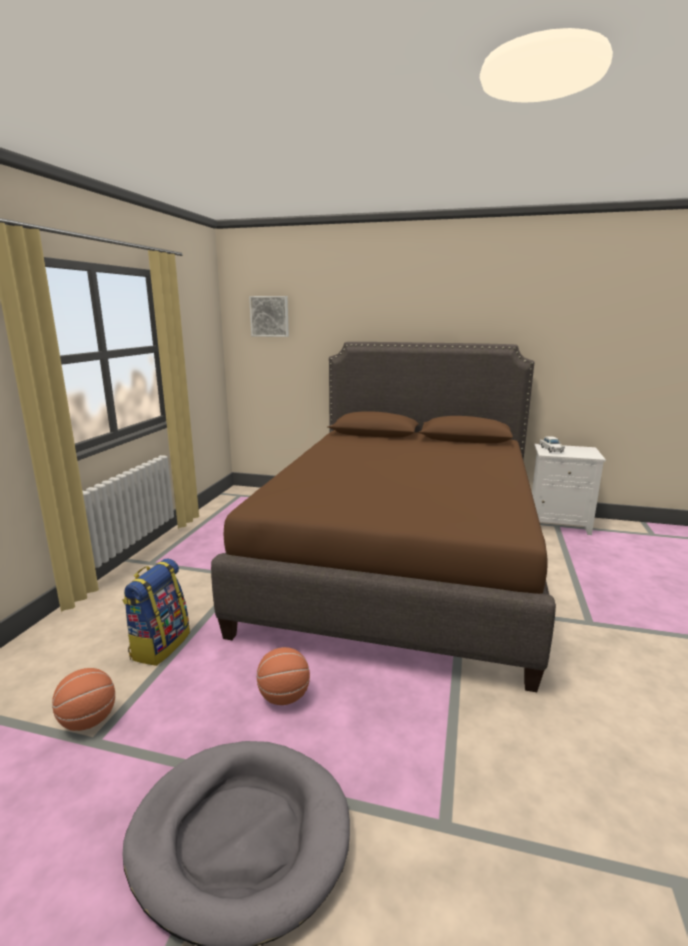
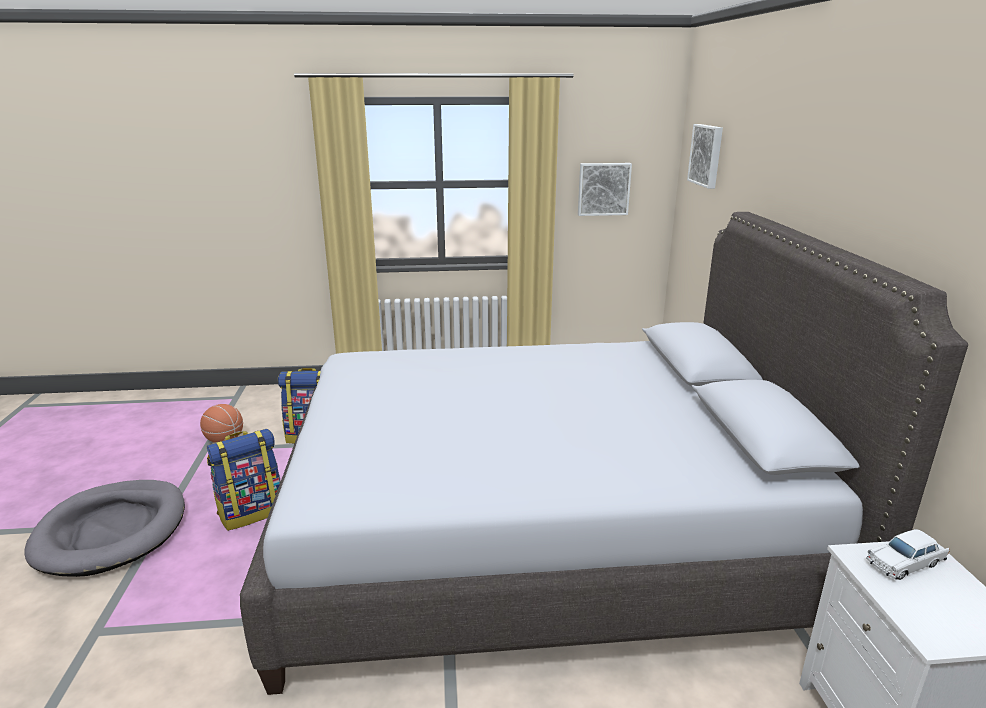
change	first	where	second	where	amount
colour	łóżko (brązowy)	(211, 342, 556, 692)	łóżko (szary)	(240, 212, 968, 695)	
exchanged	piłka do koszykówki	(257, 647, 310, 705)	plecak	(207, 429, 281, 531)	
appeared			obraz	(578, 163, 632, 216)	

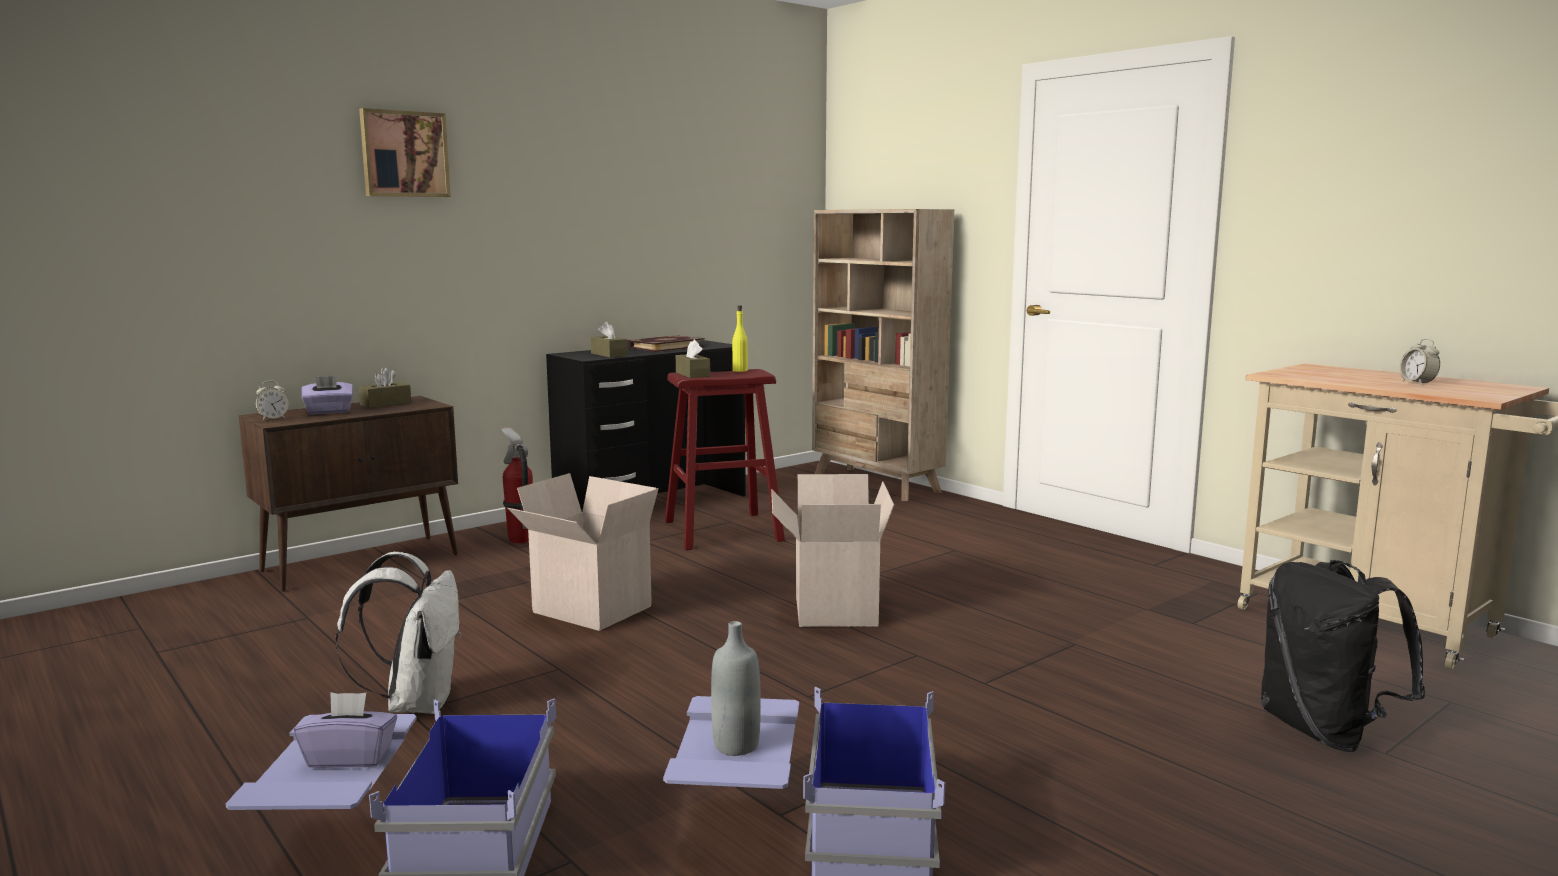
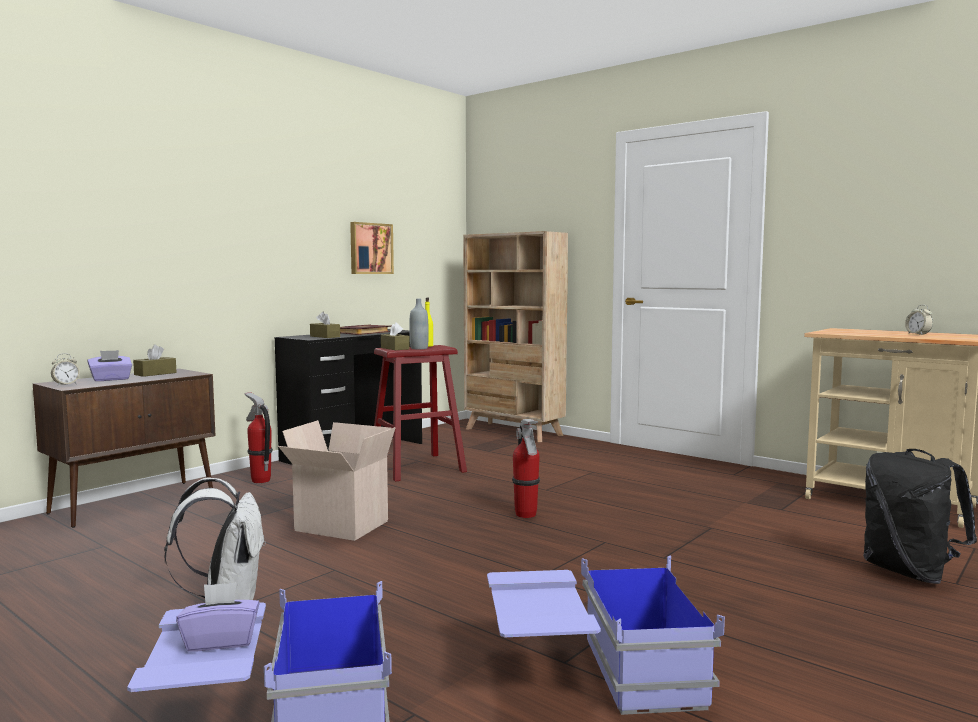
change	first	where	second	where	amount
relocated	obraz	(359, 108, 451, 197)		(350, 222, 394, 274)	
relocated	butelka (szary)	(711, 621, 761, 756)		(409, 299, 429, 349)	
exchanged	karton	(771, 474, 894, 627)	gaśnica	(512, 419, 540, 518)	

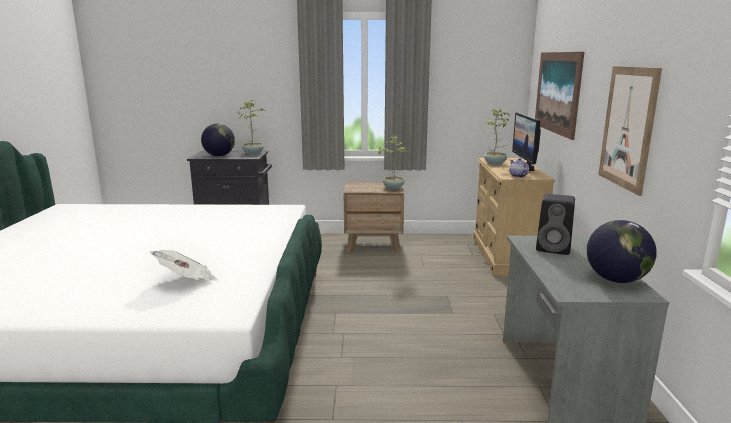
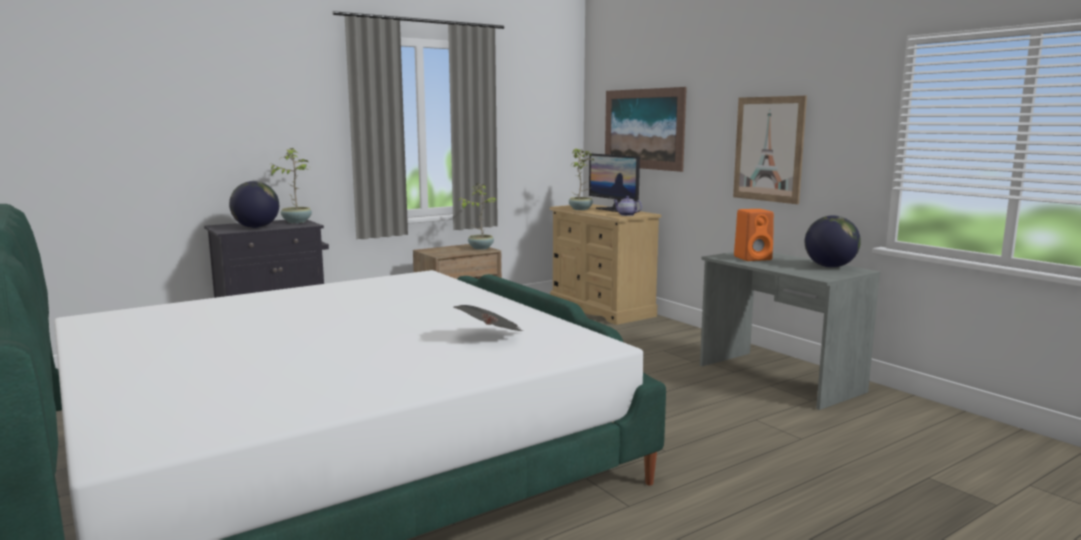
change	first	where	second	where	amount
colour	głośnik (czarny)	(536, 194, 575, 255)	głośnik (pomarańczowy)	(734, 209, 774, 261)	

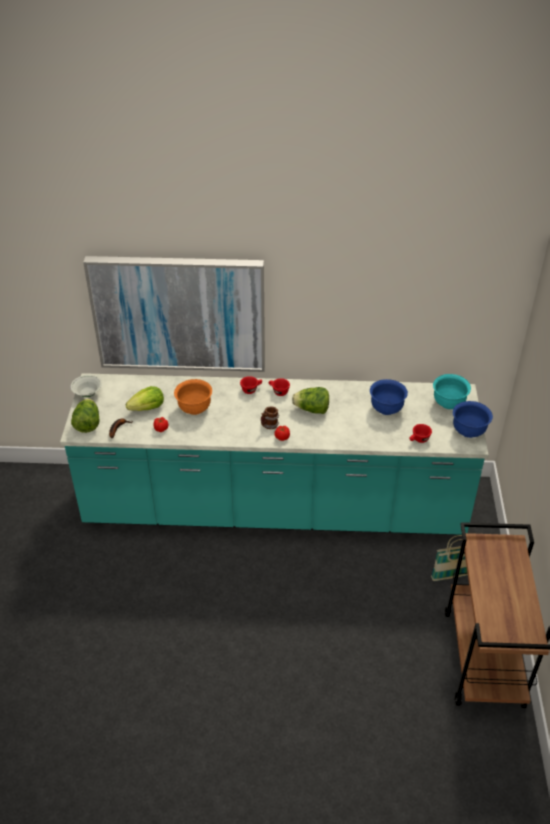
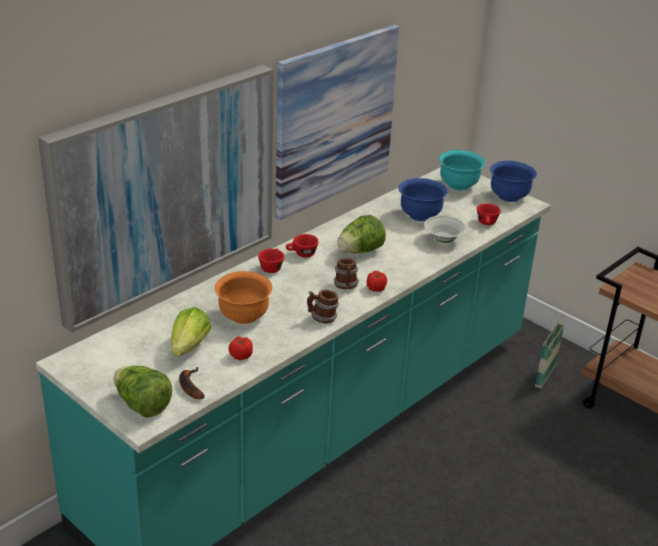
change	first	where	second	where	amount
relocated	miska (biały)	(71, 375, 102, 397)		(424, 215, 467, 243)	
appeared			obraz	(276, 24, 399, 220)	
appeared			kubek	(307, 290, 339, 324)	

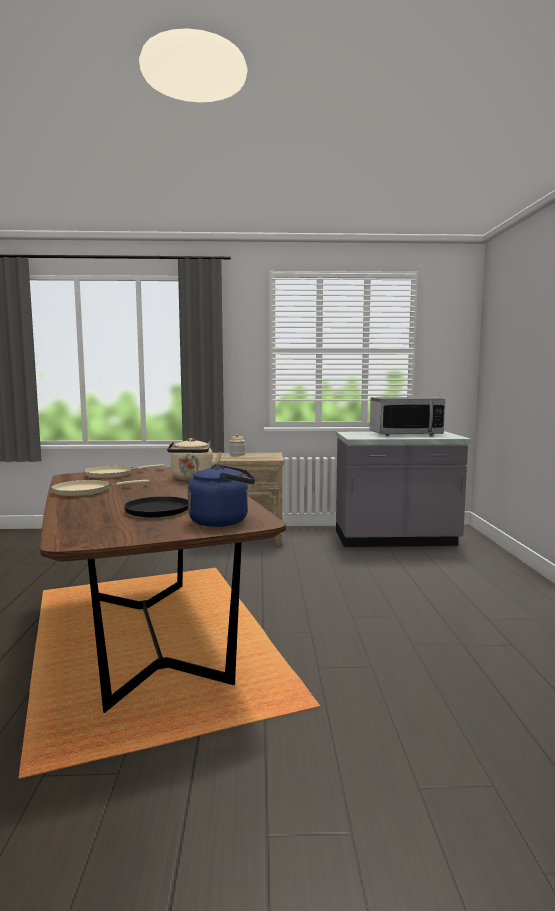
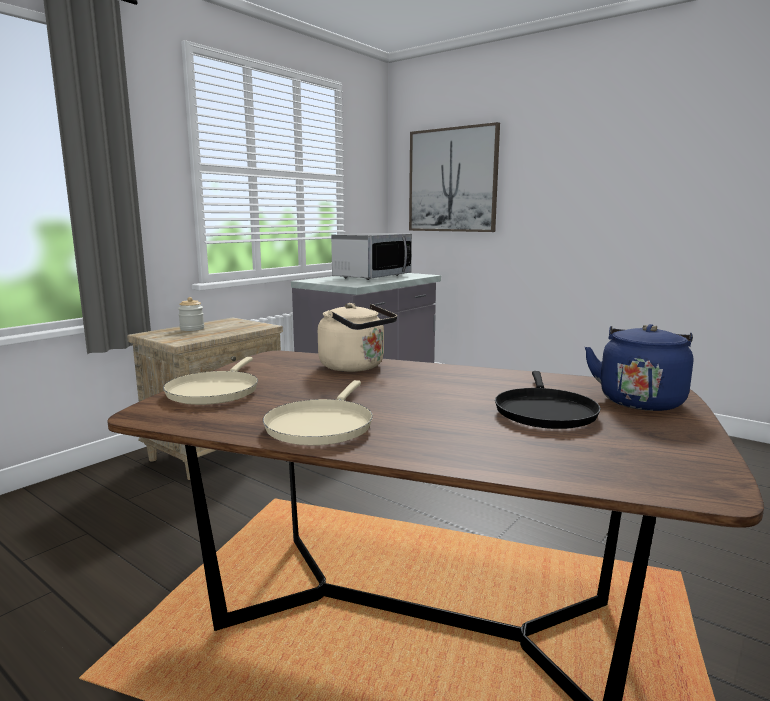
change	first	where	second	where	amount
appeared			obraz	(409, 122, 500, 232)	

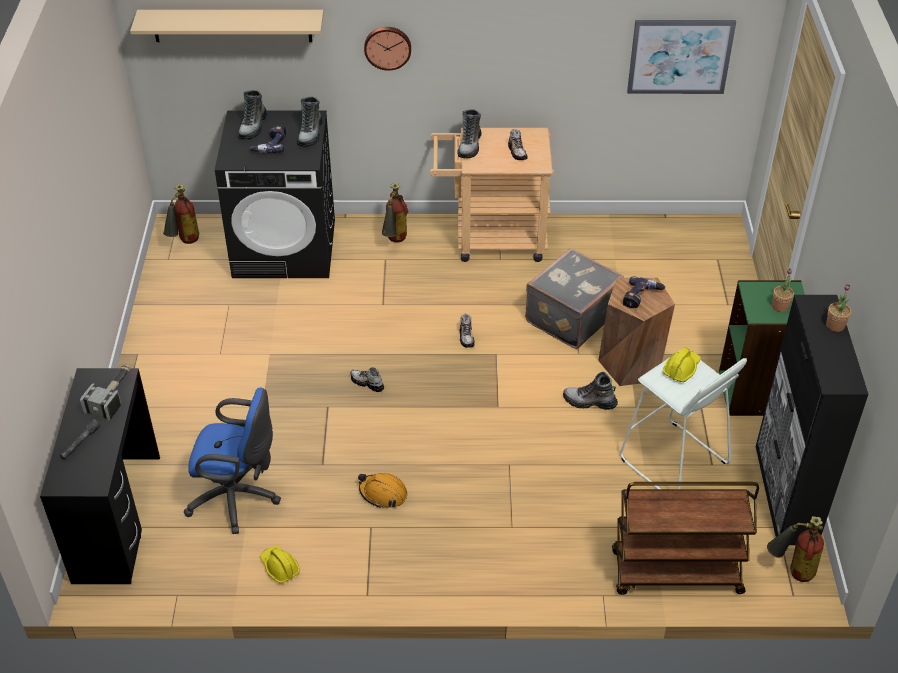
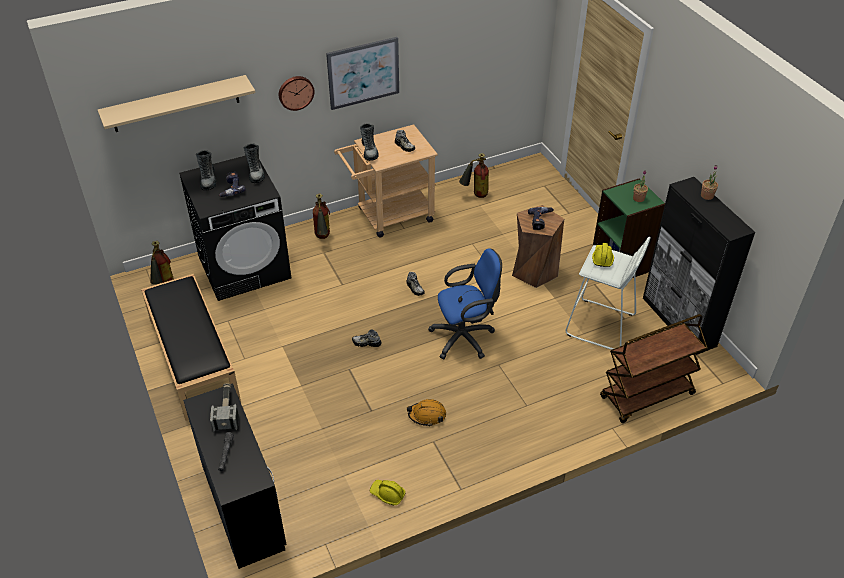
change	first	where	second	where	amount
relocated	krzesło biurowe (niebieski)	(184, 388, 281, 534)		(428, 248, 502, 360)	
missing	walizka (szary)	(525, 248, 624, 349)			
missing	but z cholewką	(563, 372, 618, 410)			
relocated	obraz	(627, 20, 736, 94)		(326, 37, 399, 110)	
relocated	gaśnica	(767, 516, 824, 582)		(459, 153, 489, 198)	
appeared			ławka (czarny)	(141, 274, 241, 421)	

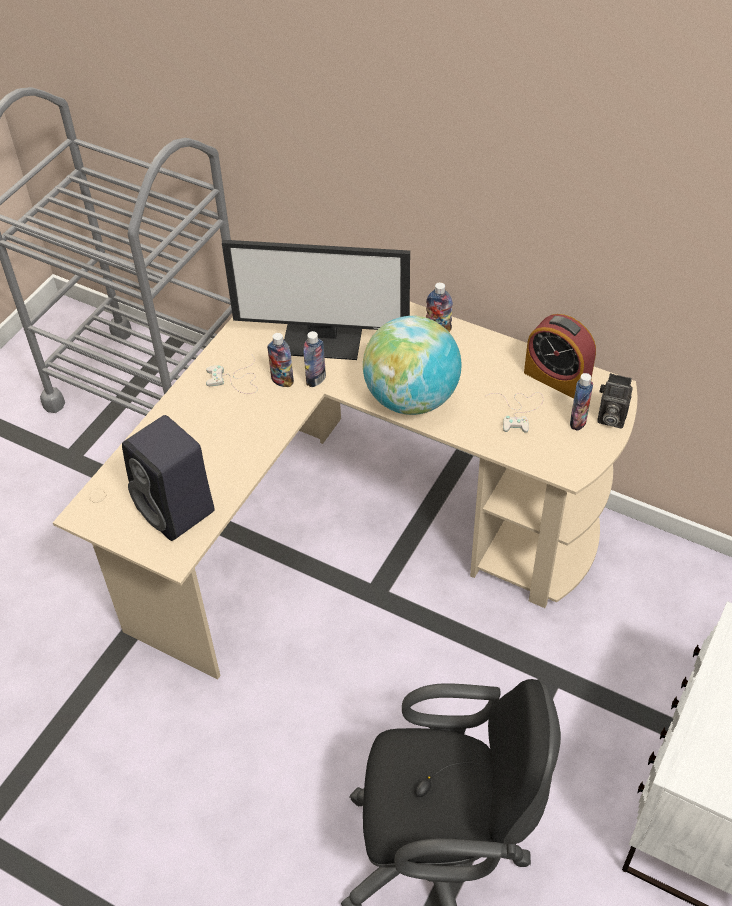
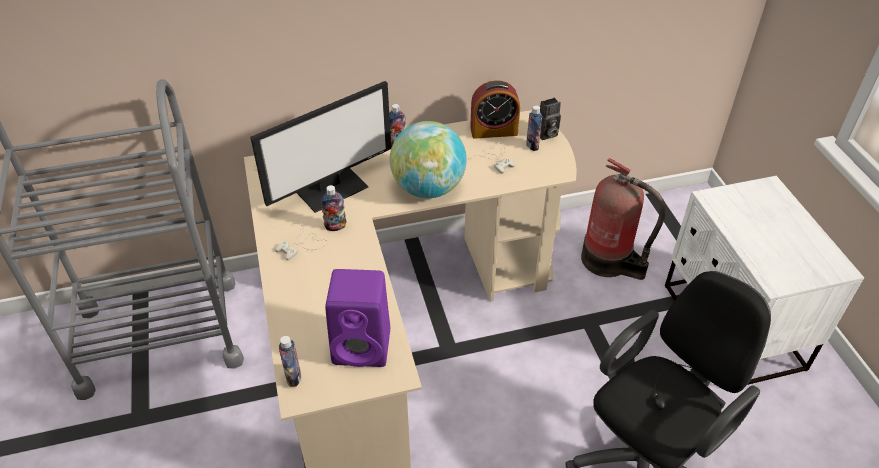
change	first	where	second	where	amount
colour	głośnik (czarny)	(122, 415, 214, 541)	głośnik (fioletowy)	(325, 269, 390, 367)	
relocated	butelka	(303, 331, 326, 387)		(279, 336, 301, 387)	
appeared			gaśnica	(581, 158, 666, 280)	

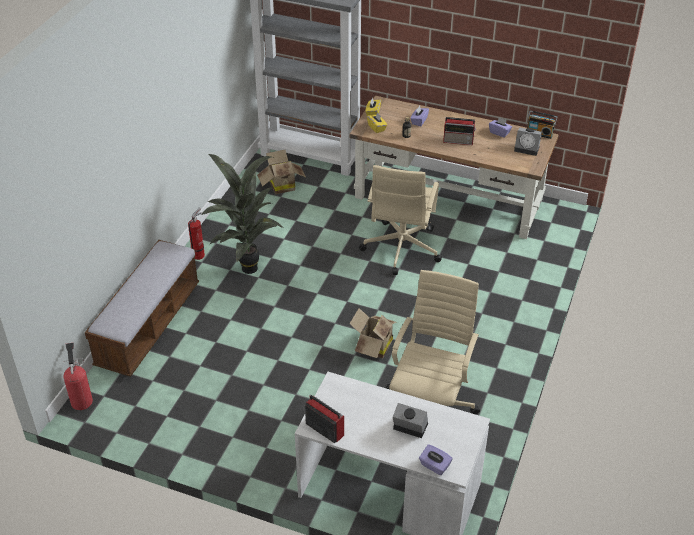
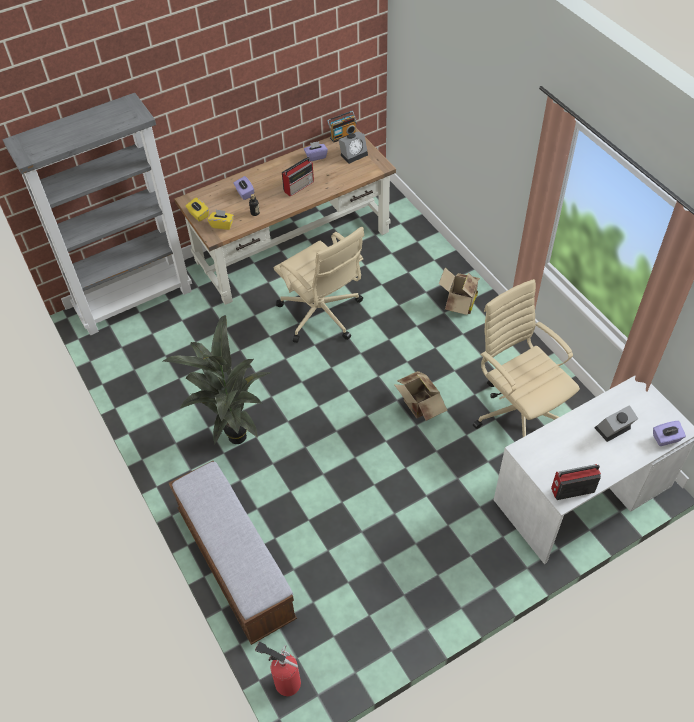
change	first	where	second	where	amount
missing	gaśnica	(188, 207, 205, 260)			
relocated	karton	(257, 150, 306, 194)		(439, 268, 480, 315)	

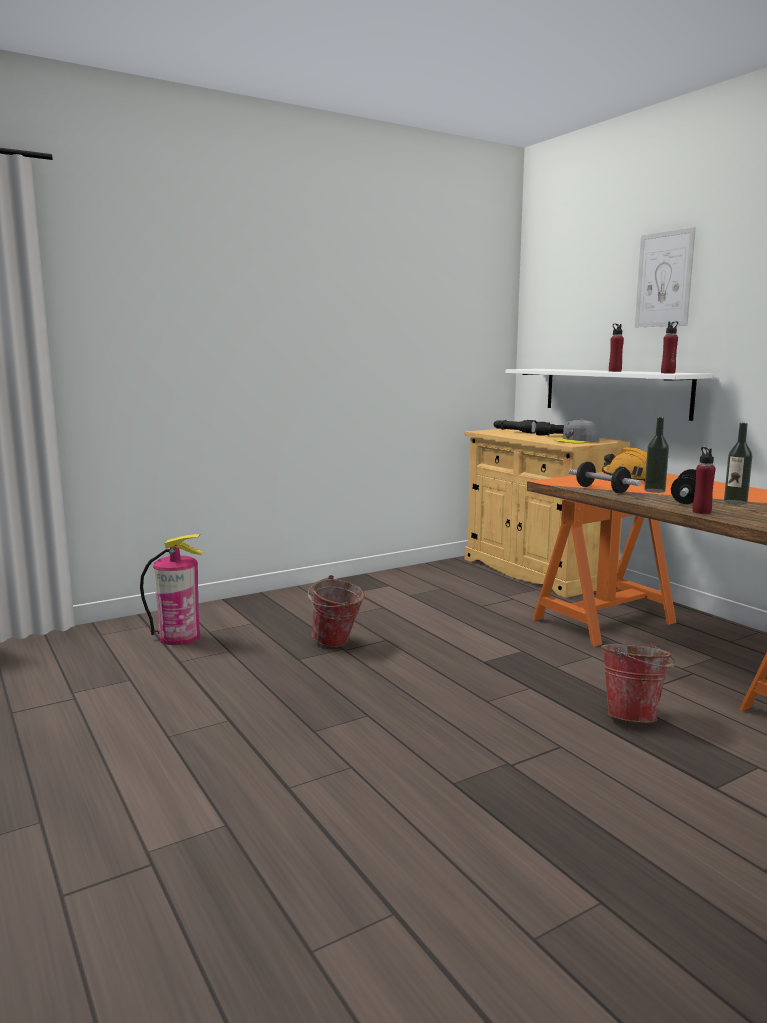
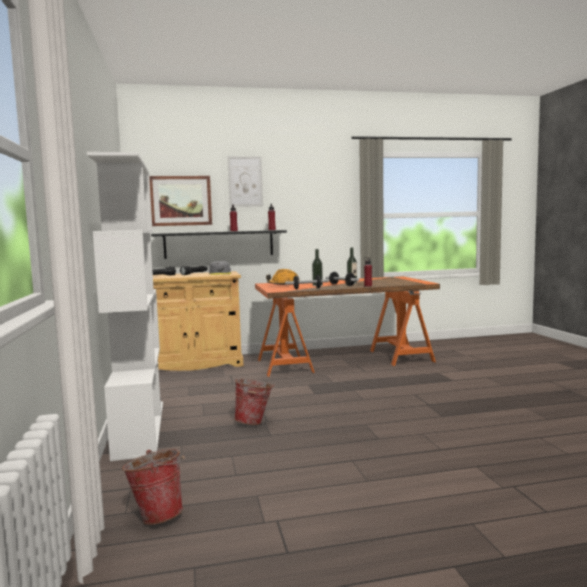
change	first	where	second	where	amount
missing	gaśnica	(140, 534, 203, 645)			
colour	półka (biały)	(506, 369, 713, 421)	półka (czarny)	(151, 230, 287, 259)	
relocated	wiadro	(601, 643, 676, 723)		(122, 449, 185, 525)	
appeared			regał (biały)	(87, 152, 163, 461)	
appeared			obraz	(149, 176, 212, 226)	

